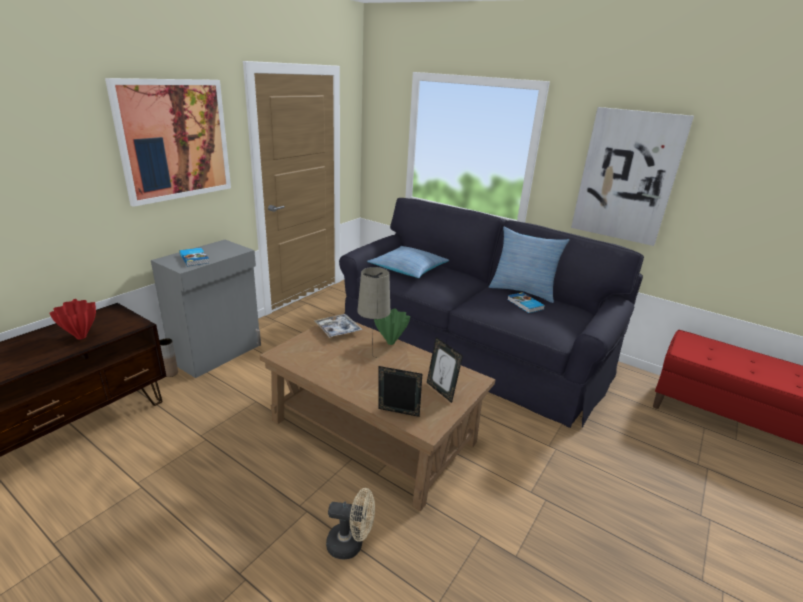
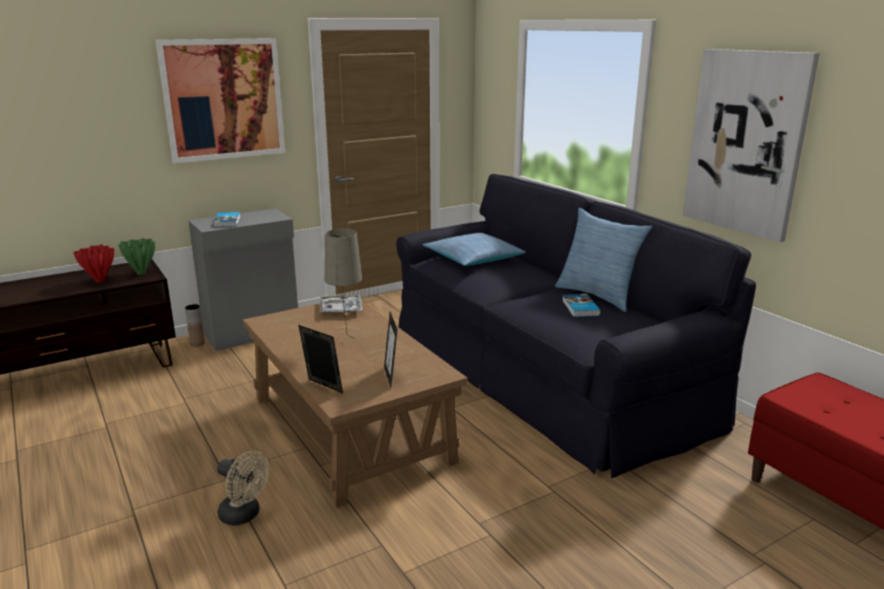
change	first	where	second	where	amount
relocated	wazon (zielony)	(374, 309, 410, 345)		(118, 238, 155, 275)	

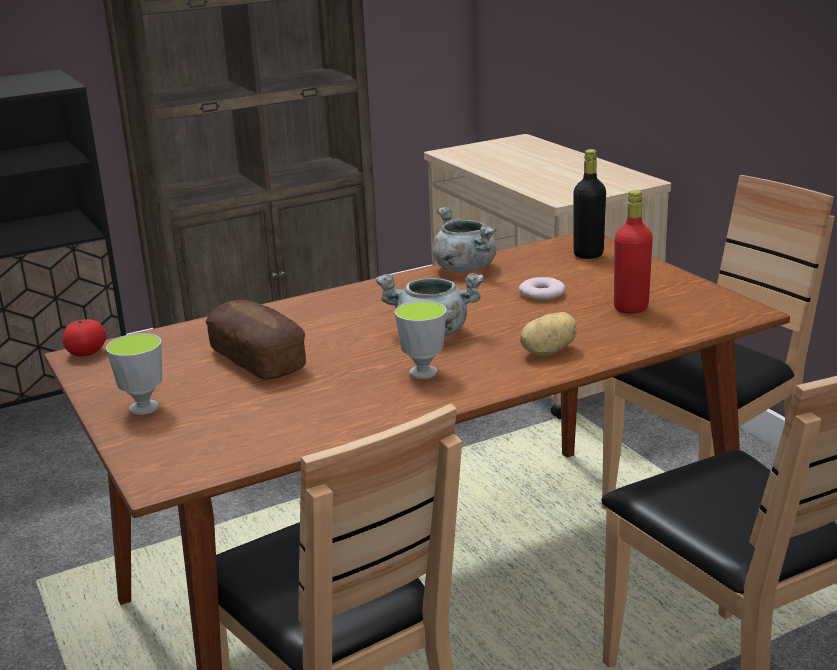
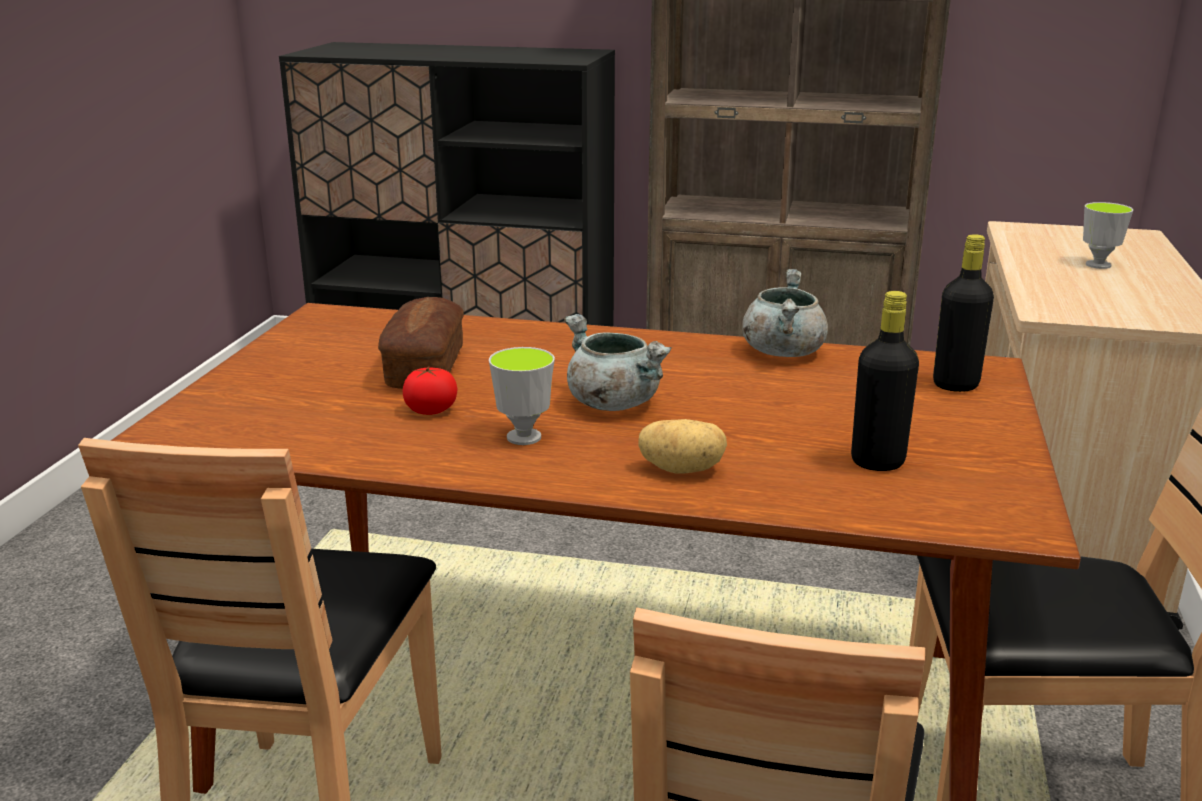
change	first	where	second	where	amount
relocated	pomidor	(63, 319, 106, 356)		(403, 366, 457, 415)	
relocated	filiżanka	(106, 333, 162, 415)		(1083, 202, 1133, 269)	
missing	donut	(519, 277, 566, 301)			
colour	butelka (czerwony)	(614, 190, 653, 313)	butelka (czarny)	(851, 291, 919, 471)	

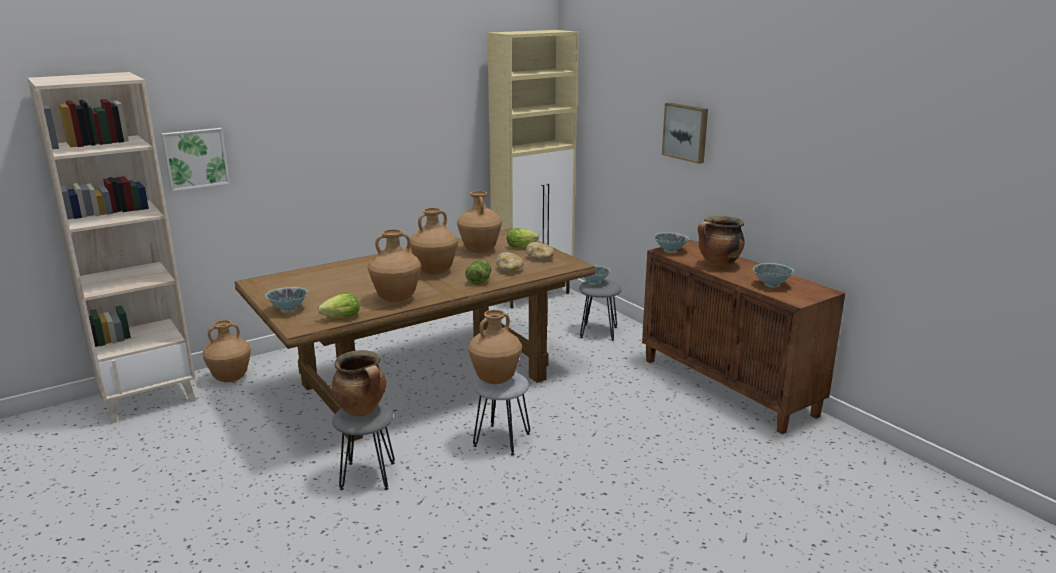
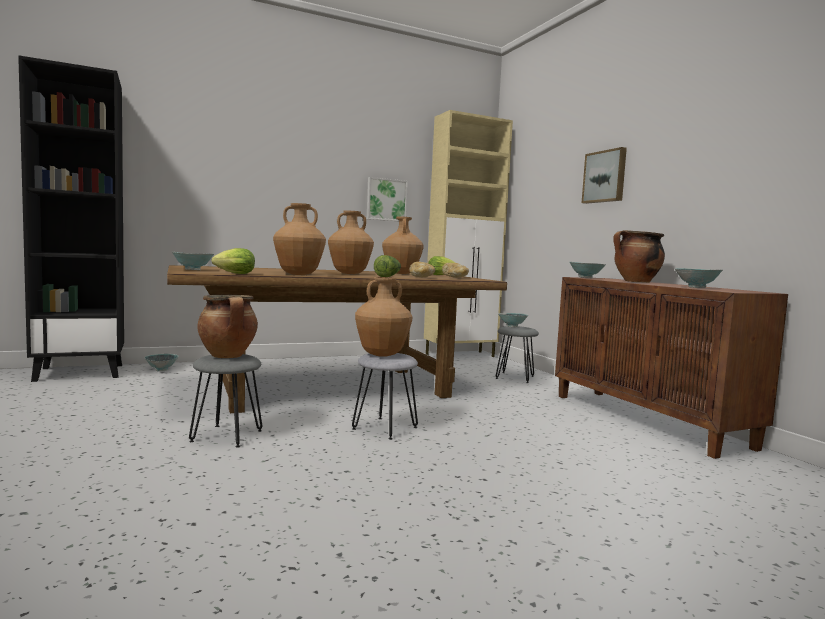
change	first	where	second	where	amount
colour	regał (beżowy)	(28, 72, 196, 424)	regał (czarny)	(18, 55, 124, 382)	
relocated	obraz	(161, 128, 230, 191)		(367, 177, 408, 221)	
exchanged	wazon (brązowy)	(202, 320, 251, 382)	miska	(144, 354, 179, 371)	

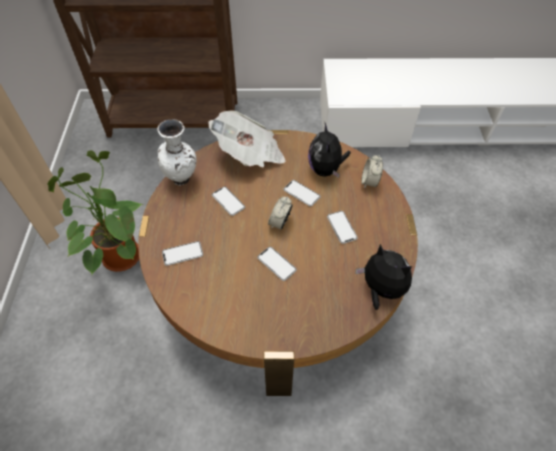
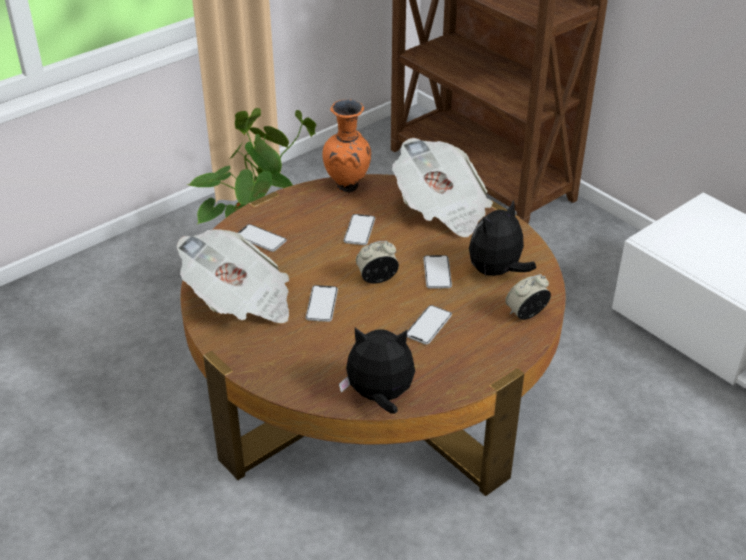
change	first	where	second	where	amount
colour	wazon (biały)	(157, 119, 196, 185)	wazon (pomarańczowy)	(323, 99, 371, 193)	
spun	pluszak	(356, 244, 412, 310)		(339, 328, 415, 414)	90 degrees counterclockwise
appeared			gazeta	(177, 229, 289, 323)	

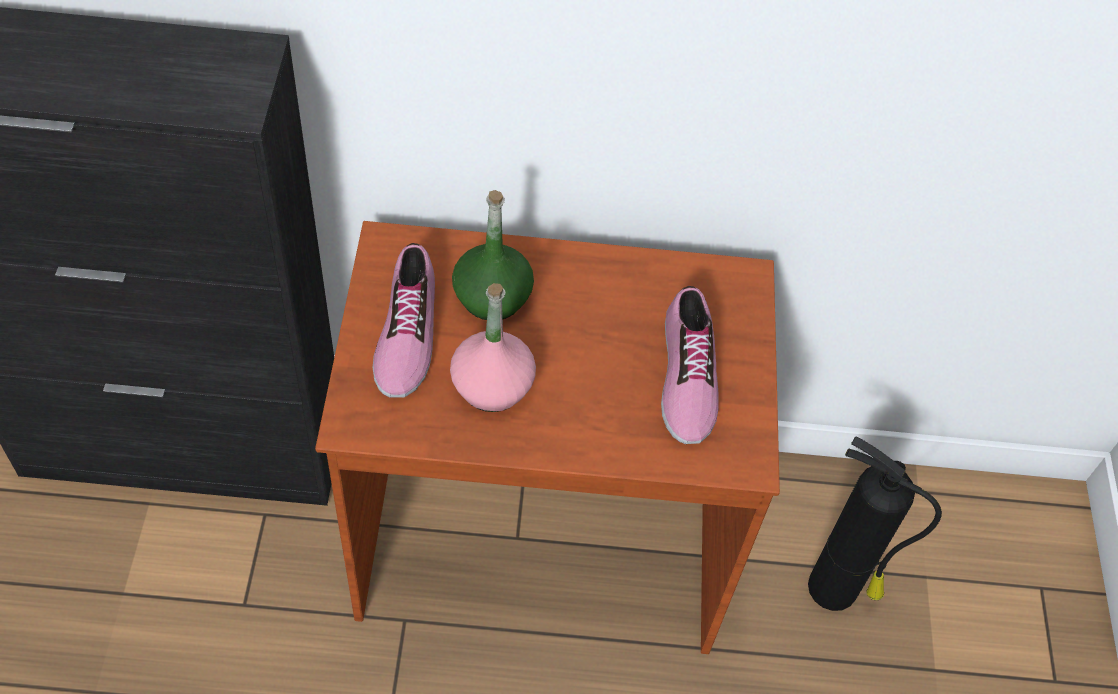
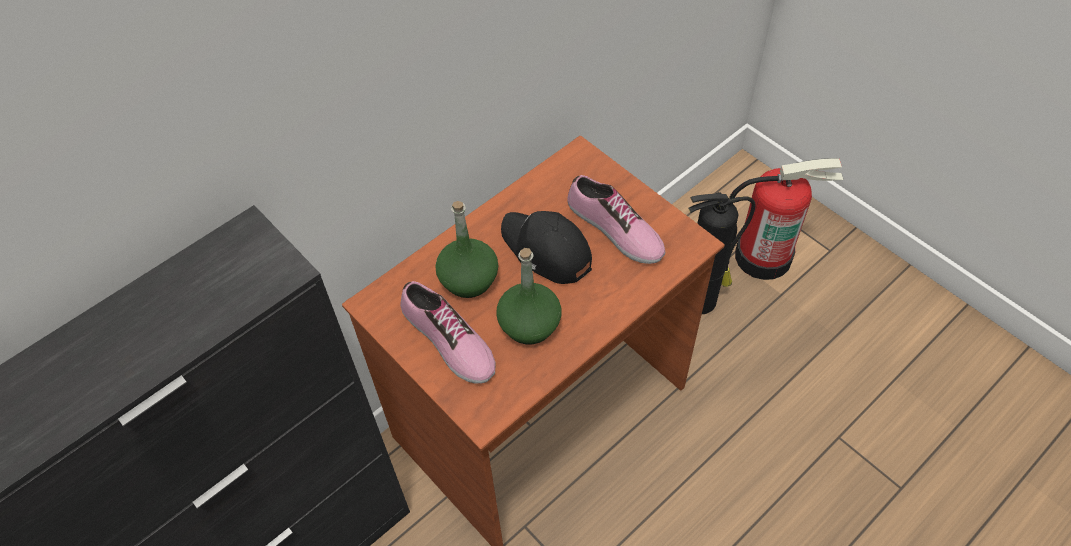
change	first	where	second	where	amount
colour	butelka (różowy)	(450, 283, 536, 412)	butelka (zielony)	(496, 248, 561, 344)	
appeared			czapka z daszkiem (czarny)	(501, 211, 592, 284)	
appeared			gaśnica	(729, 158, 844, 280)	

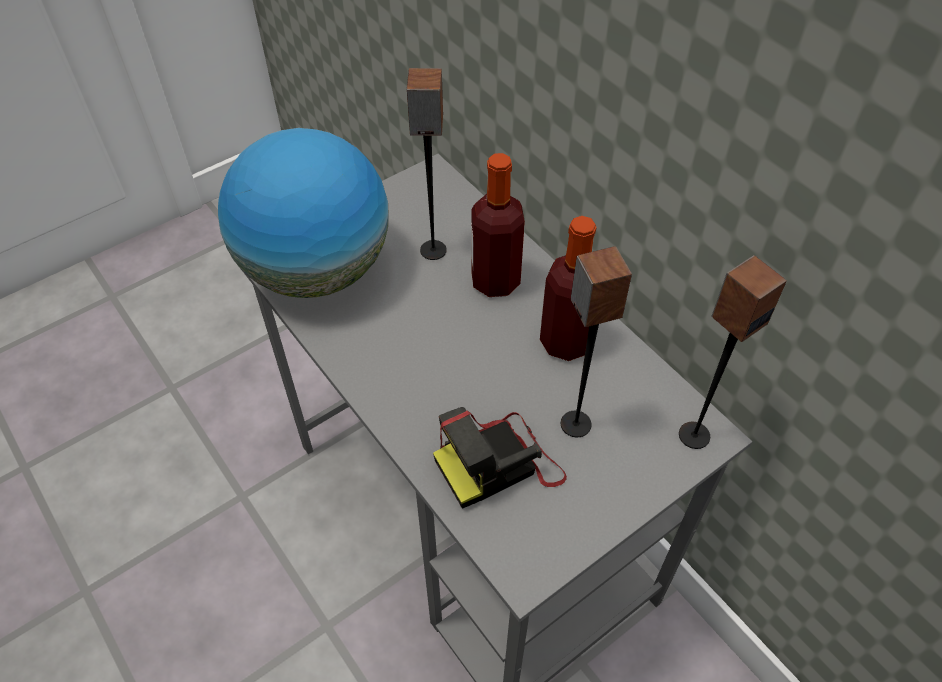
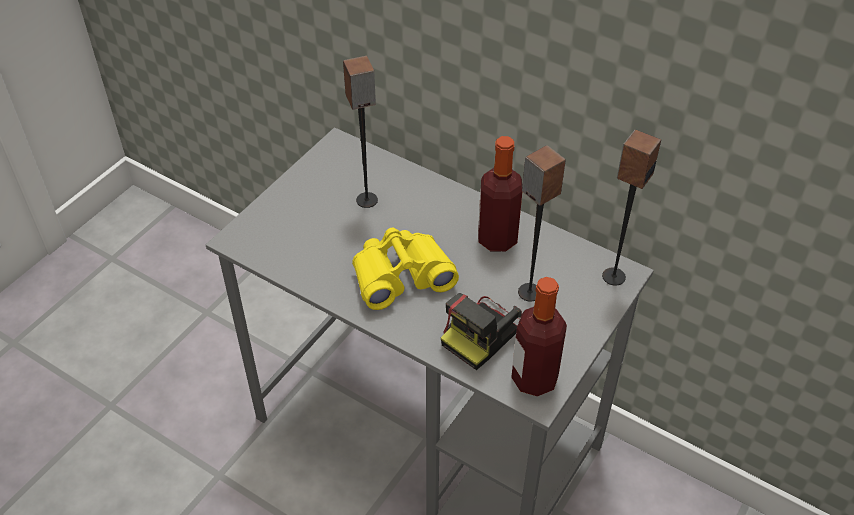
change	first	where	second	where	amount
missing	globus	(218, 128, 389, 298)			
relocated	butelka	(471, 153, 525, 297)		(511, 277, 567, 397)	
appeared			lornetka (żółty)	(352, 228, 459, 310)	

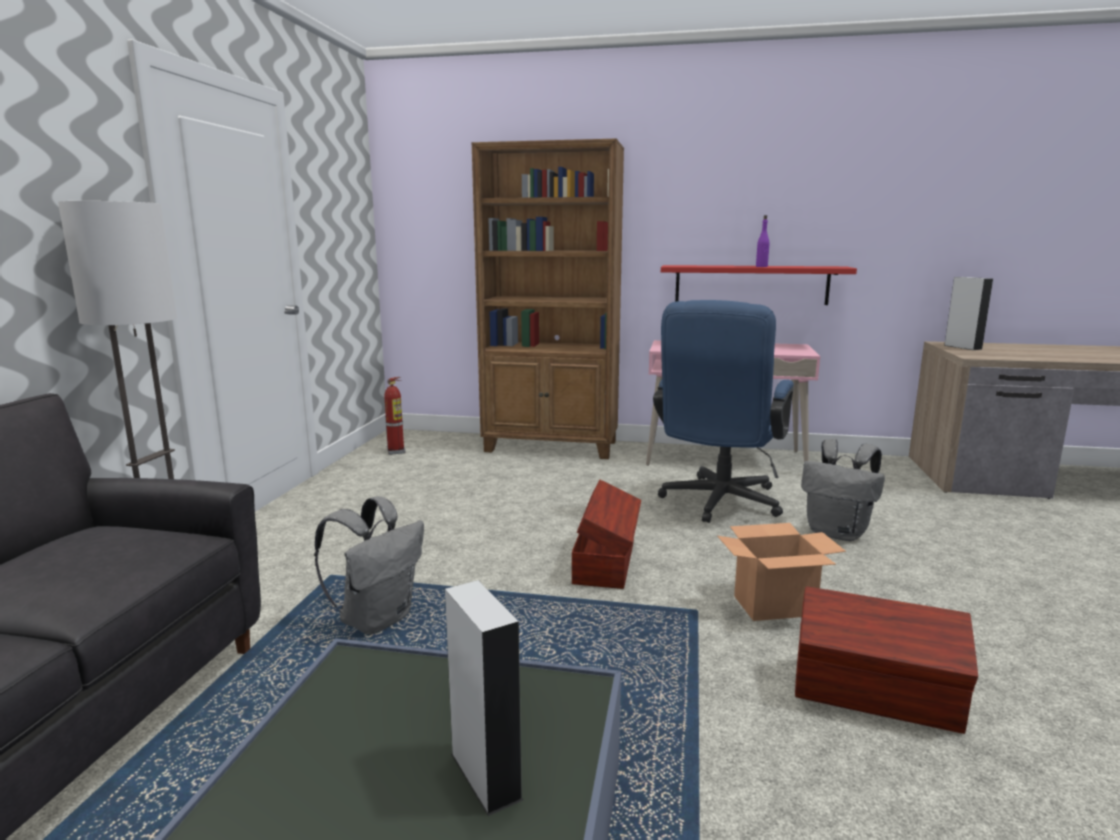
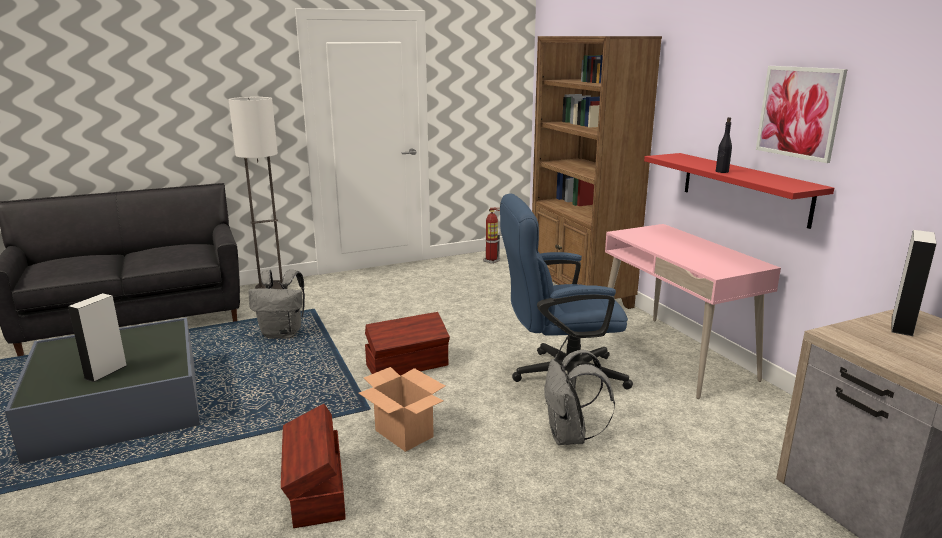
change	first	where	second	where	amount
colour	butelka (fioletowy)	(756, 215, 769, 267)	butelka (czarny)	(716, 117, 732, 173)	
appeared			obraz	(756, 66, 847, 163)	

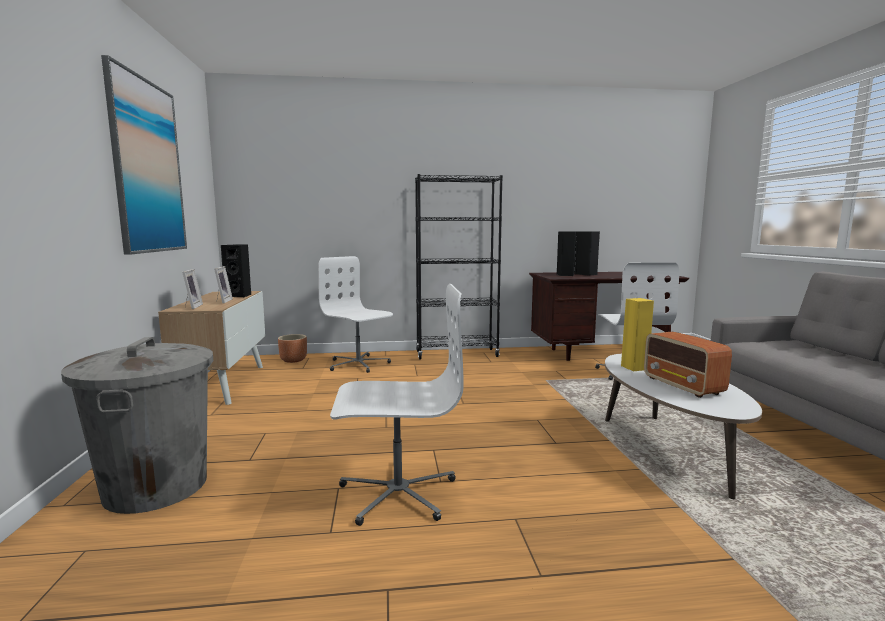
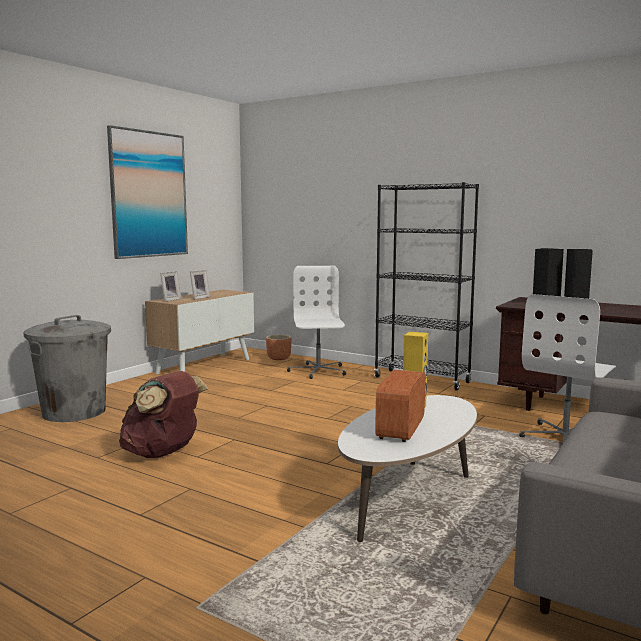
change	first	where	second	where	amount
missing	głośnik (czarny)	(221, 244, 251, 297)			
exchanged	krzesło biurowe (biały)	(330, 284, 464, 526)	plecak (brązowy)	(119, 371, 208, 458)	

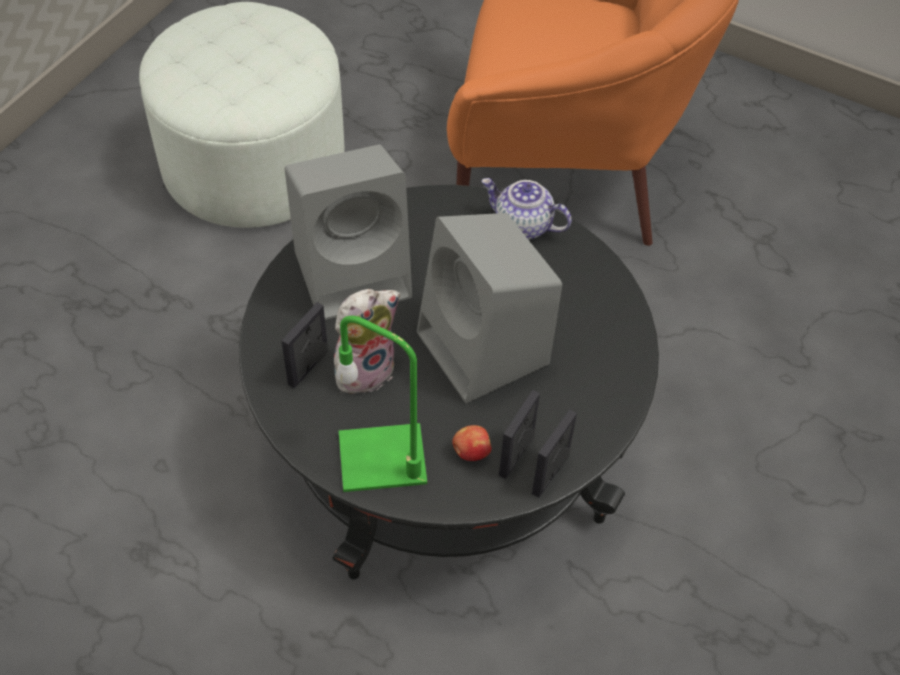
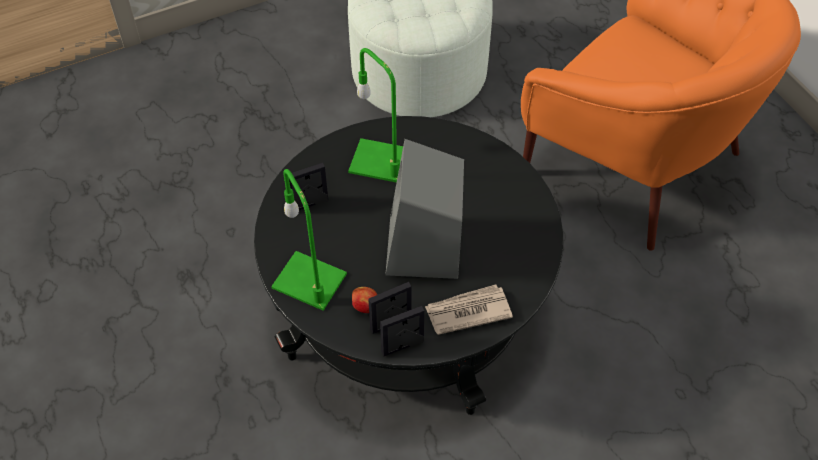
change	first	where	second	where	amount
exchanged	głośnik (szary)	(284, 145, 412, 320)	lampa stołowa (zielony)	(348, 48, 403, 183)	
missing	pluszak	(334, 289, 400, 399)			
missing	imbryk	(481, 178, 572, 240)			
appeared			gazeta	(425, 285, 513, 335)	

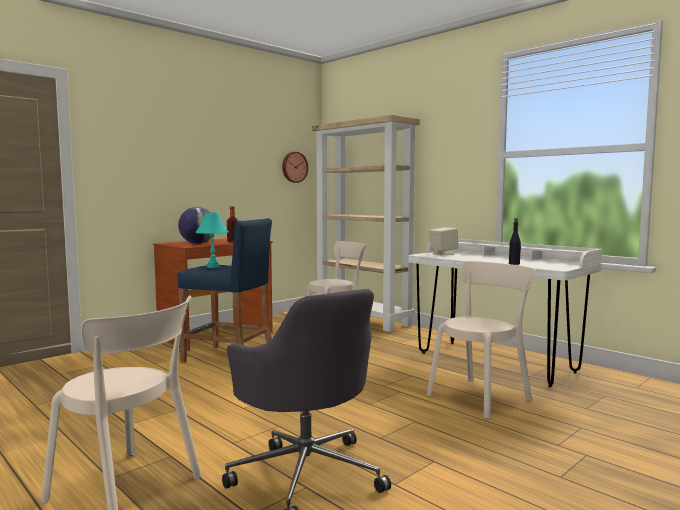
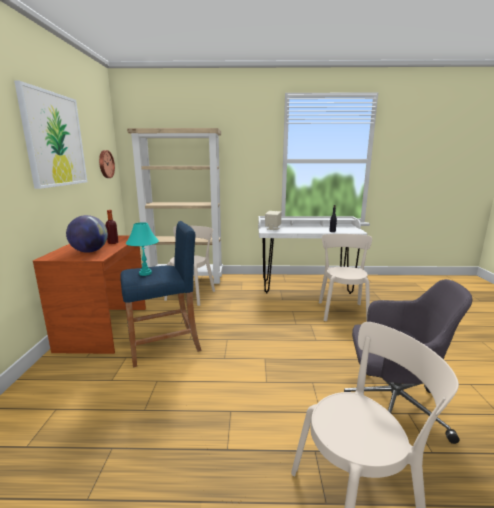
change	first	where	second	where	amount
appeared			obraz	(14, 81, 87, 189)	

